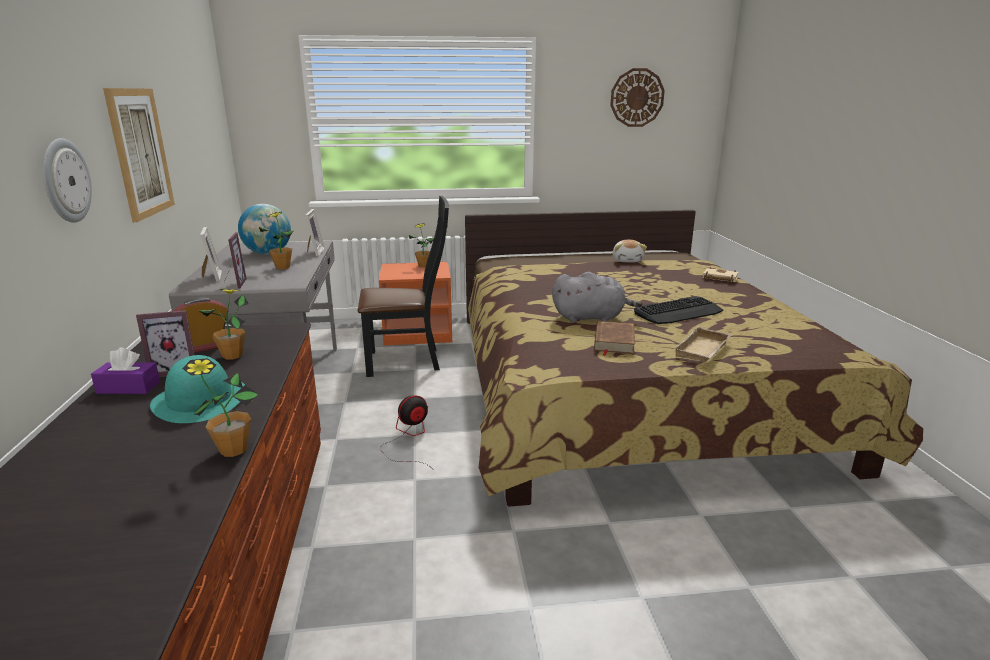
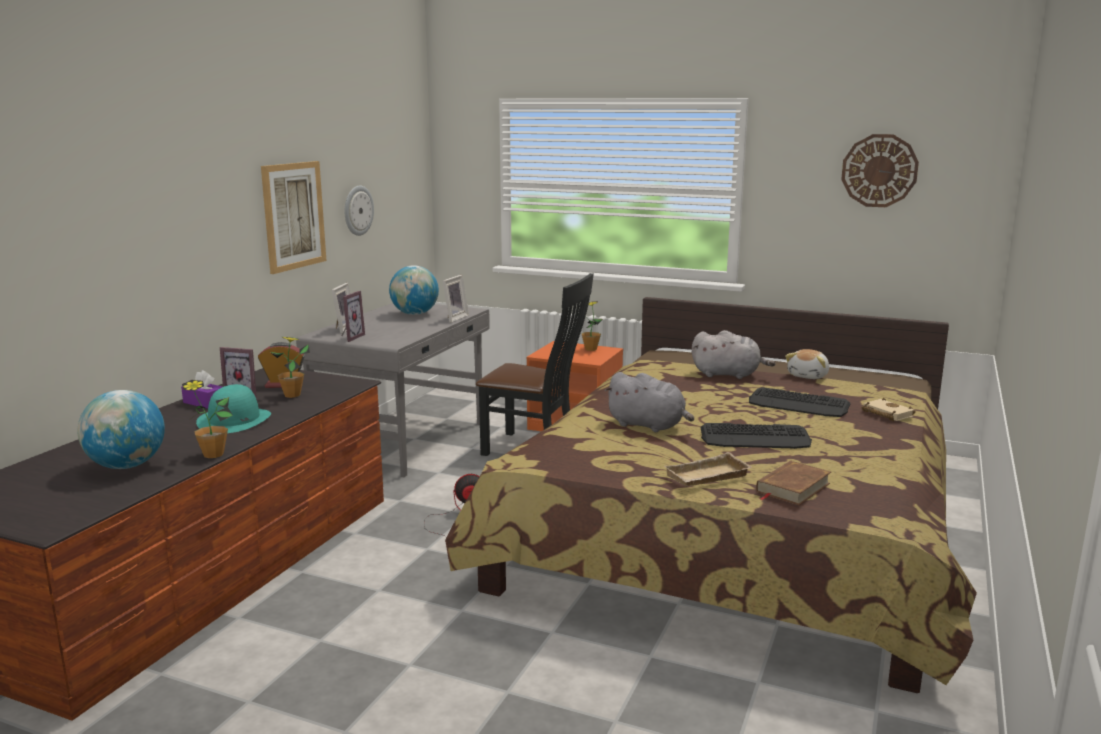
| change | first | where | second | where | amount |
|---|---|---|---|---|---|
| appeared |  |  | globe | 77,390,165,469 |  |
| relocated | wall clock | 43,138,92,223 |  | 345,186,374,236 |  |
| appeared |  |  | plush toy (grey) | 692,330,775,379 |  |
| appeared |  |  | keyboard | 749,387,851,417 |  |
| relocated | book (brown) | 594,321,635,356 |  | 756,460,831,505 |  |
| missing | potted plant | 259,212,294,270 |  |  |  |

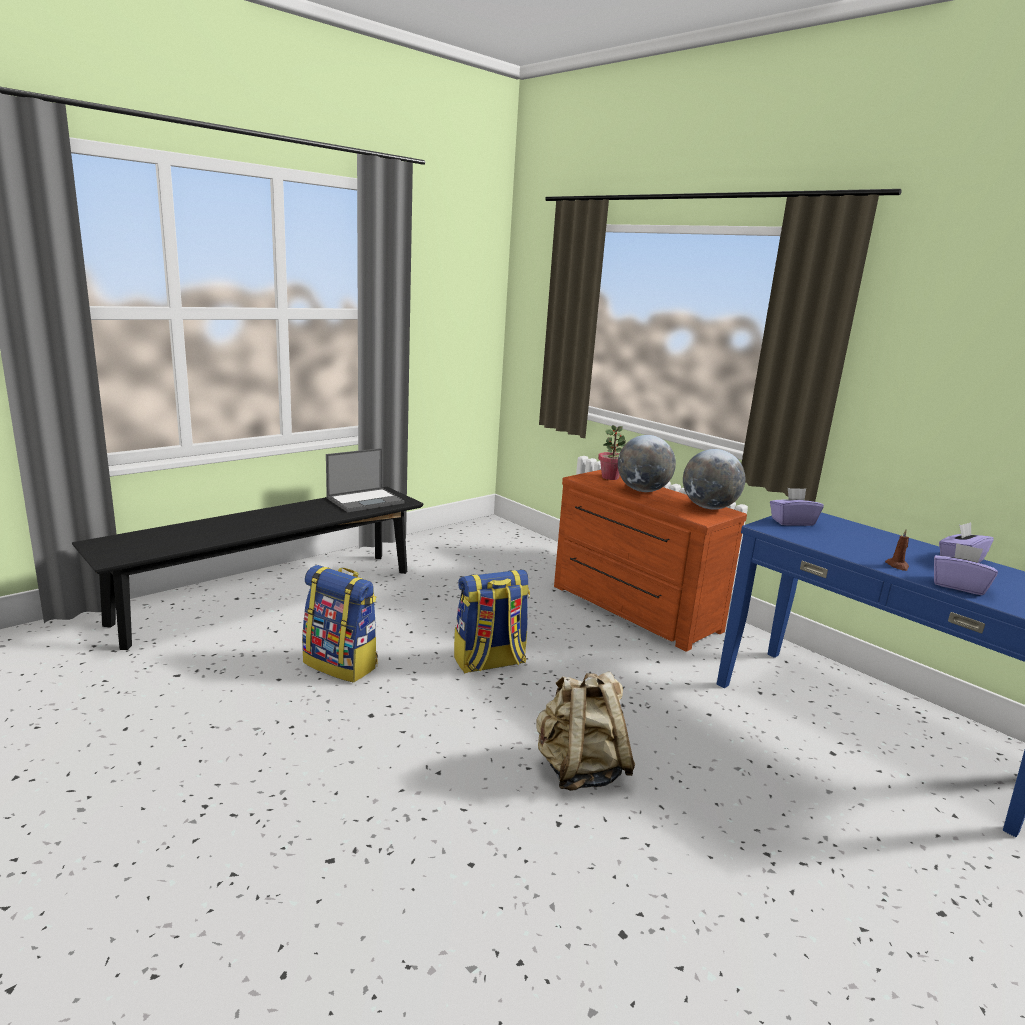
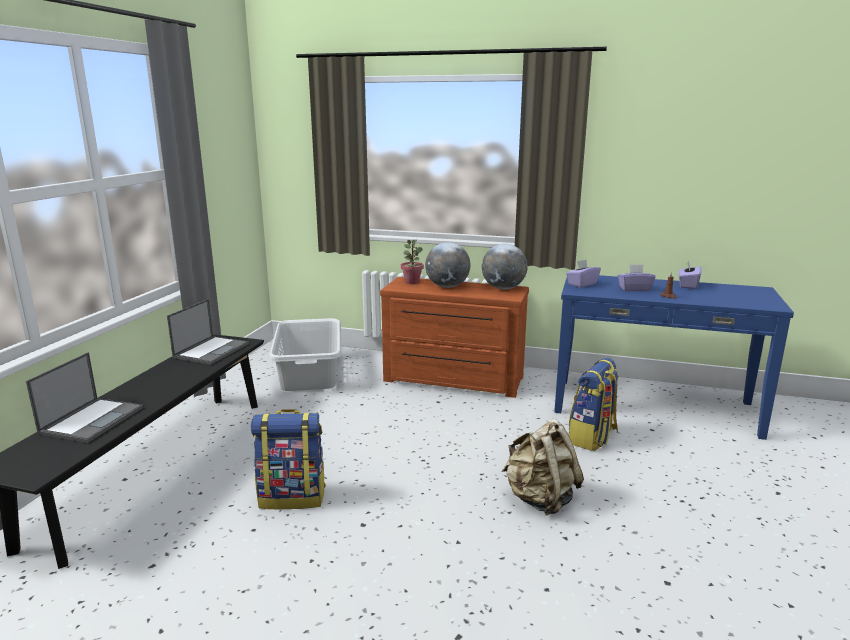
| change | first | where | second | where | amount |
|---|---|---|---|---|---|
| appeared |  |  | laptop | 26,352,143,443 |  |
| appeared |  |  | laundry basket (grey) | 269,318,341,391 |  |
| relocated | backpack | 454,570,530,674 |  | 569,358,619,451 |  |
| relocated | tissue box (purple) | 934,543,998,595 |  | 618,264,656,292 |  |

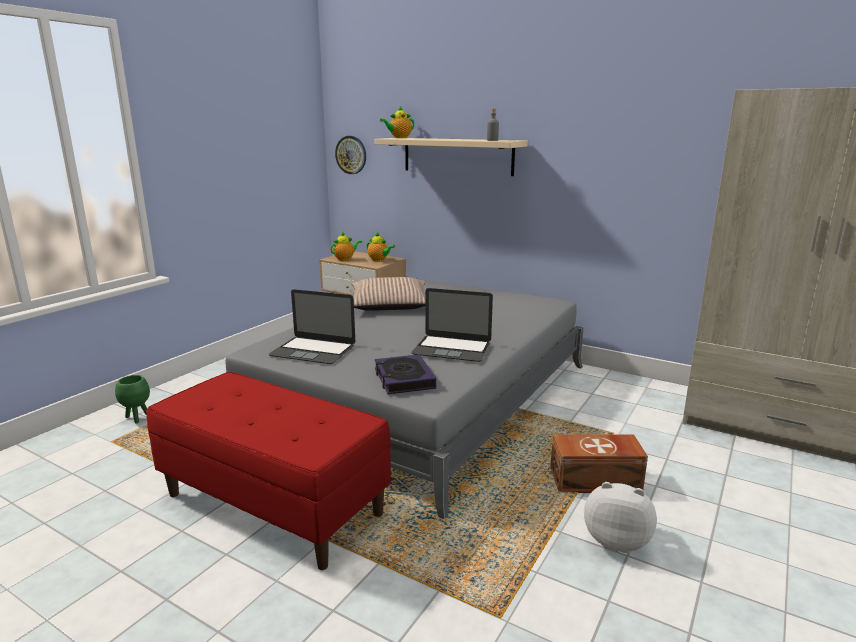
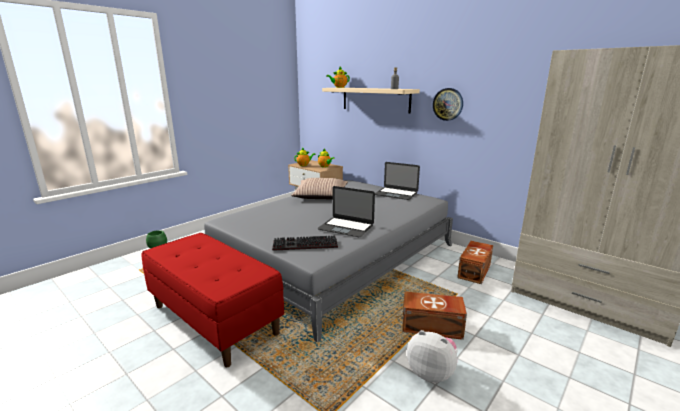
| change | first | where | second | where | amount |
|---|---|---|---|---|---|
| exchanged | book | 375,354,436,394 | keyboard | 272,236,338,251 |  |
| relocated | laptop | 269,289,355,364 |  | 375,162,420,200 |  |
| relocated | wall clock | 335,136,366,174 |  | 433,88,463,121 |  |
| appeared |  |  | storage box (brown) | 457,241,493,284 |  |

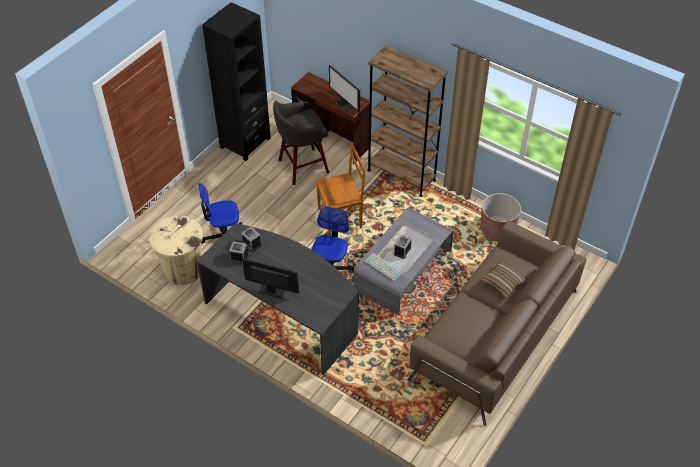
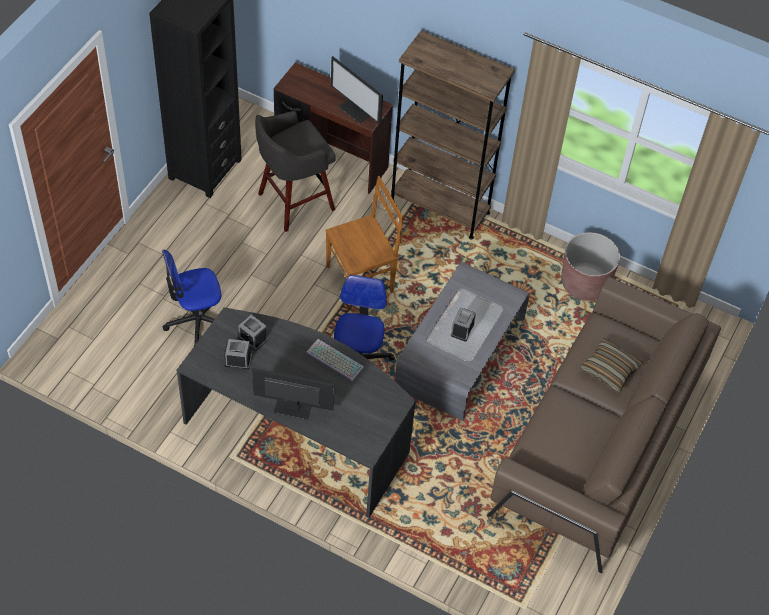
| change | first | where | second | where | amount |
|---|---|---|---|---|---|
| relocated | keyboard | 365,253,402,281 |  | 306,339,364,381 |  |
| missing | trash can (beige) | 149,215,203,285 |  |  |  |

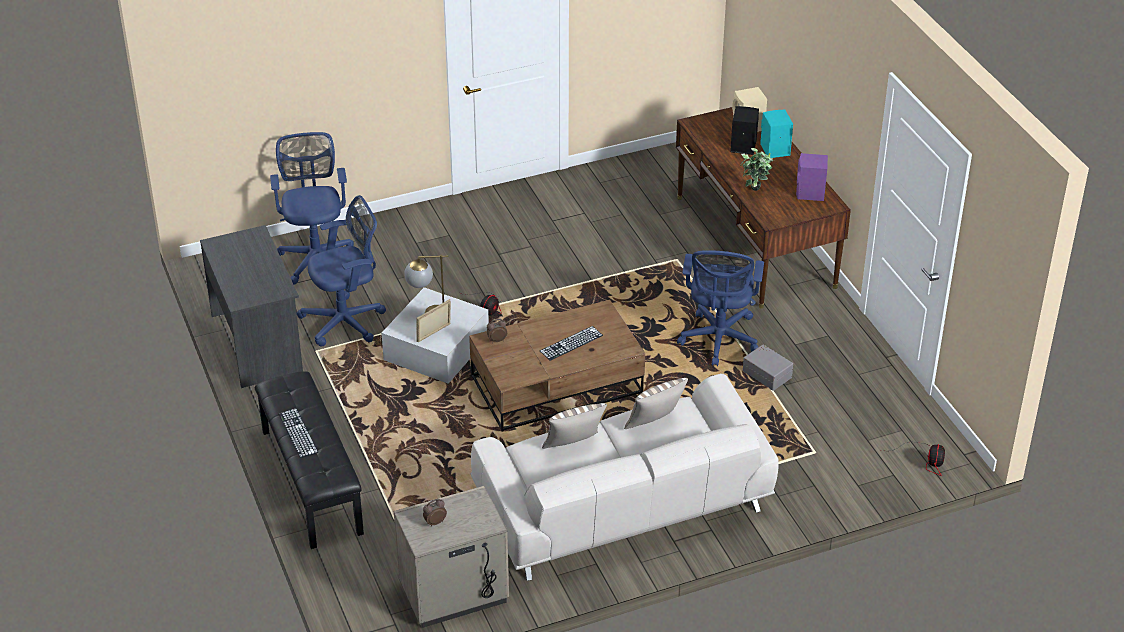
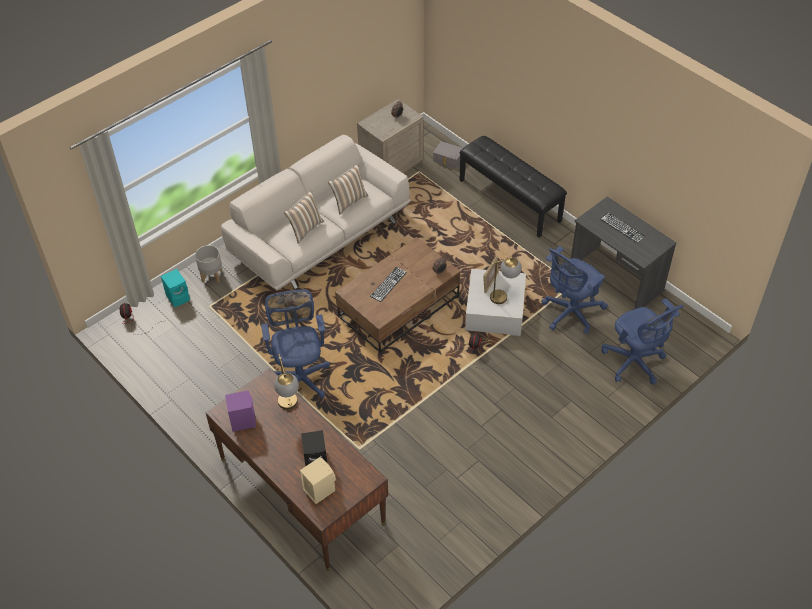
| change | first | where | second | where | amount |
|---|---|---|---|---|---|
| relocated | speaker (turquoise) | 760,110,793,158 |  | 161,269,190,307 |  |
| appeared |  |  | planter (grey) | 195,245,222,283 |  |
| exchanged | potted plant | 740,148,774,191 | table lamp | 274,354,299,410 |  |
| relocated | storage box (grey) | 743,345,793,391 |  | 433,141,463,169 |  |
| relocated | keyboard | 279,409,319,458 |  | 600,213,645,243 |  |

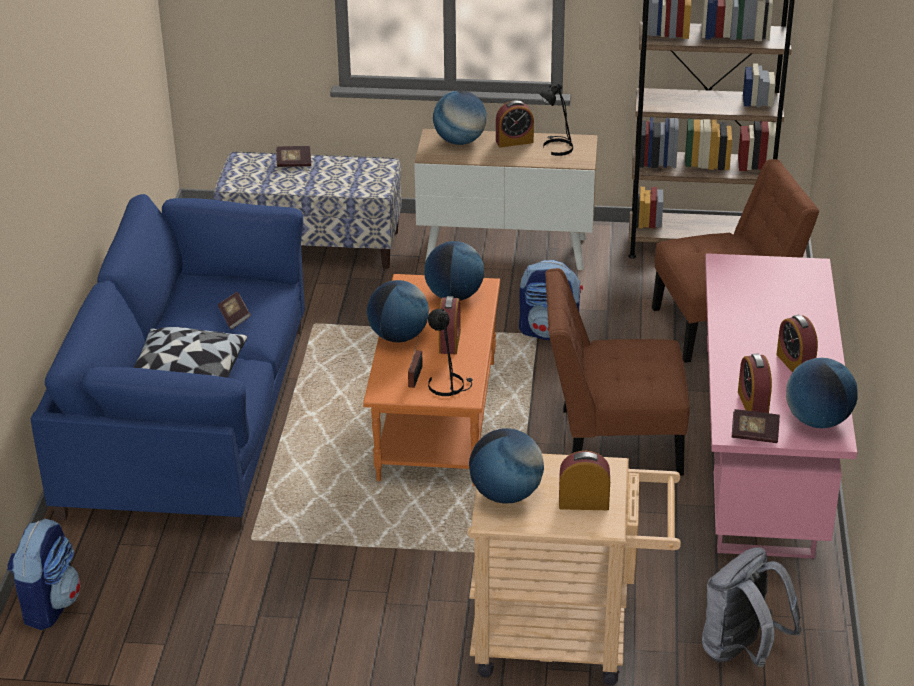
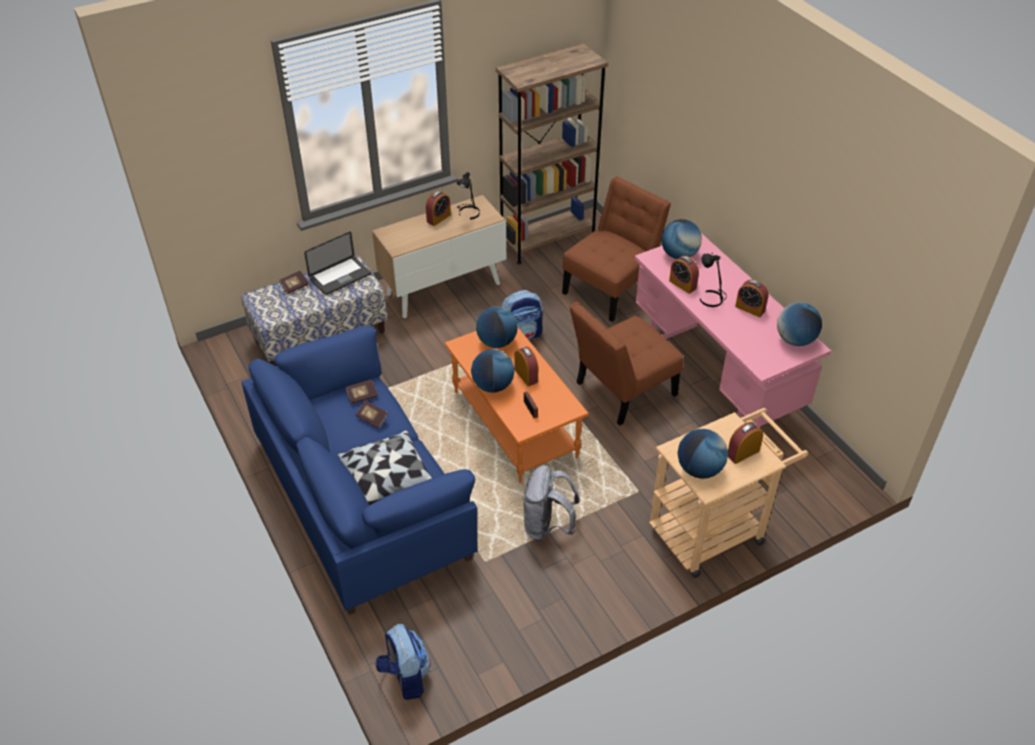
| change | first | where | second | where | amount |
|---|---|---|---|---|---|
| appeared |  |  | laptop | 304,232,371,295 |  |
| relocated | book | 732,409,780,443 |  | 345,379,378,404 |  |
| relocated | backpack (grey) | 702,547,802,667 |  | 523,465,579,541 |  |
| relocated | globe | 433,90,487,145 |  | 661,219,702,259 |  |
| relocated | alarm clock | 738,354,772,413 |  | 669,256,699,294 |  |
| relocated | table lamp (black) | 428,308,473,396 |  | 700,253,727,307 |  |

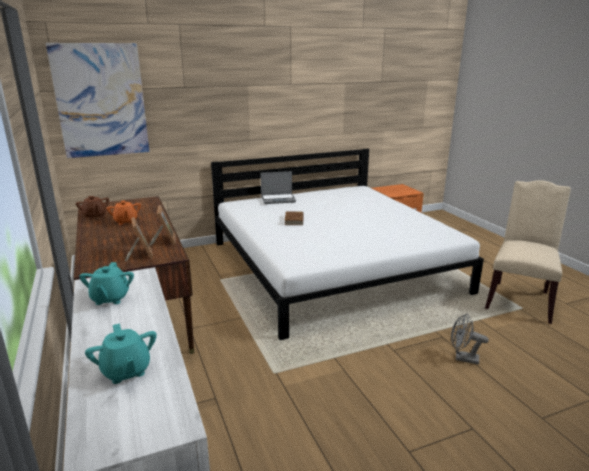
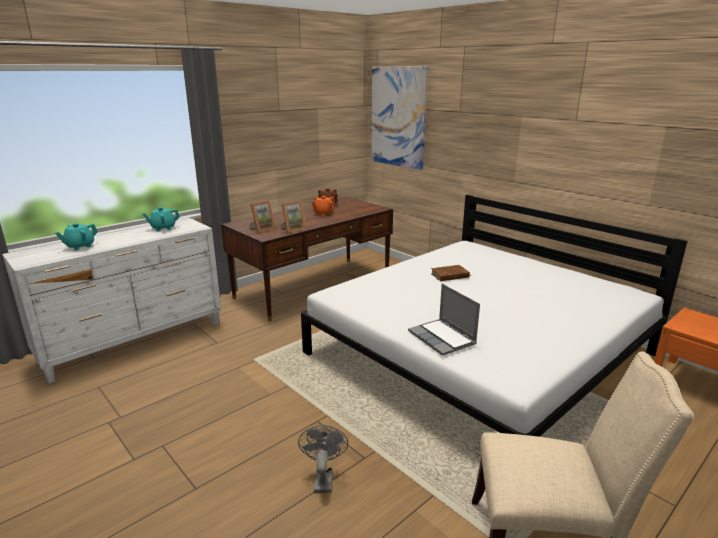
| change | first | where | second | where | amount |
|---|---|---|---|---|---|
| relocated | laptop | 261,171,296,204 |  | 408,284,480,356 |  |

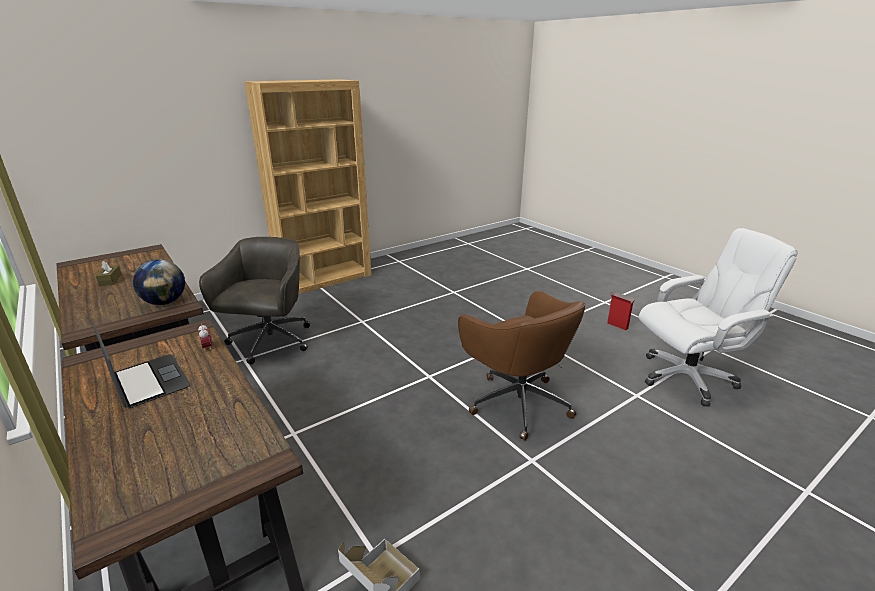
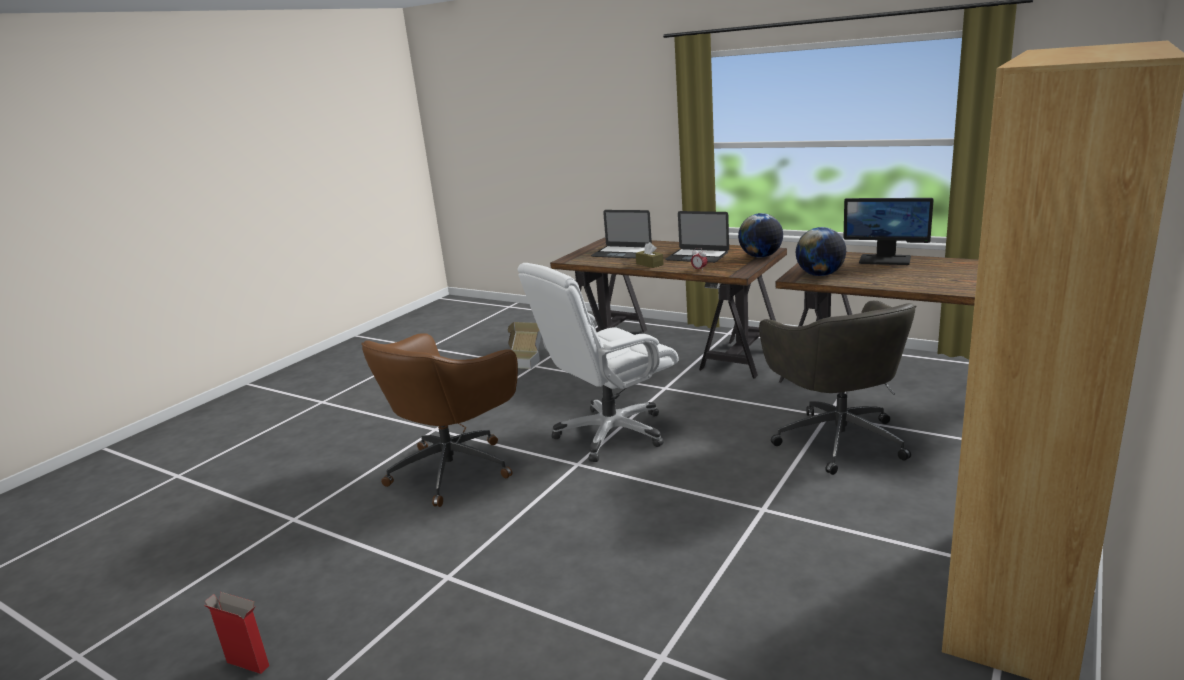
| change | first | where | second | where | amount |
|---|---|---|---|---|---|
| spun | office chair (brown) | 458,291,586,441 |  | 361,333,518,507 | 90 degrees counterclockwise |
| relocated | office chair (white) | 639,228,798,406 |  | 518,263,679,462 |  |
| appeared |  |  | laptop | 591,210,652,258 |  |
| relocated | tissue box (brown) | 96,261,122,286 |  | 636,242,664,268 |  |
| appeared |  |  | globe | 738,213,783,258 |  |
| appeared |  |  | monitor | 844,198,934,265 |  |

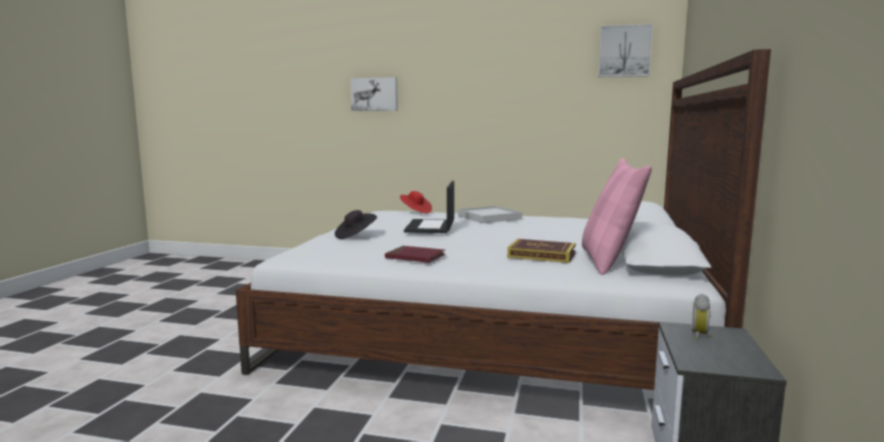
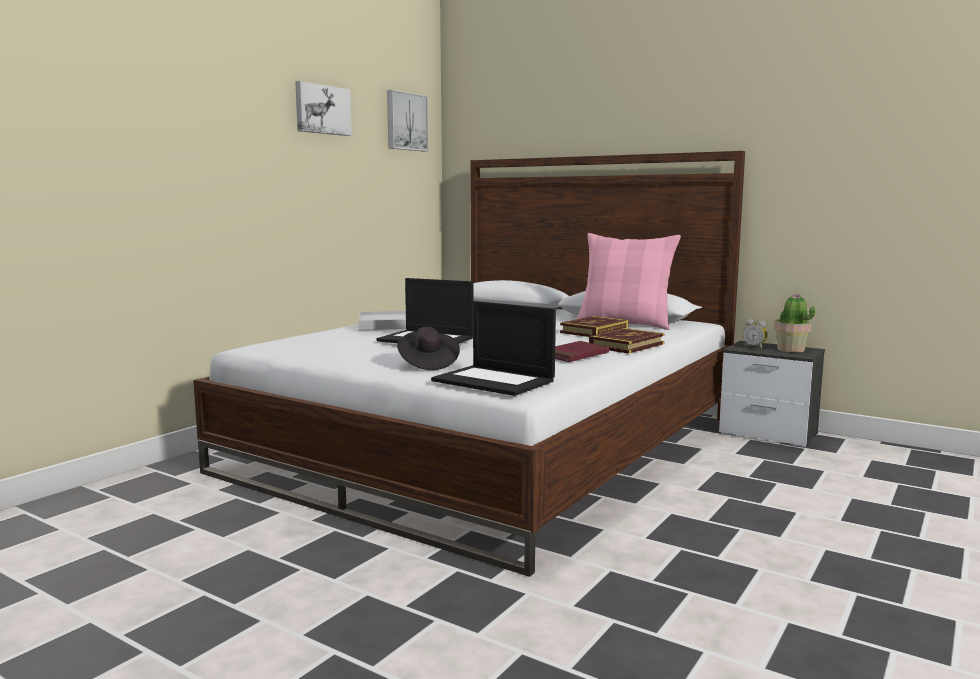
| change | first | where | second | where | amount |
|---|---|---|---|---|---|
| relocated | picture | 350,77,398,111 |  | 295,81,352,136 |  |
| appeared |  |  | laptop | 431,301,556,396 |  |
| appeared |  |  | book | 589,328,665,354 |  |
| appeared |  |  | potted plant | 774,293,816,352 |  |
| missing | hat (red) | 400,191,432,214 |  |  |  |

